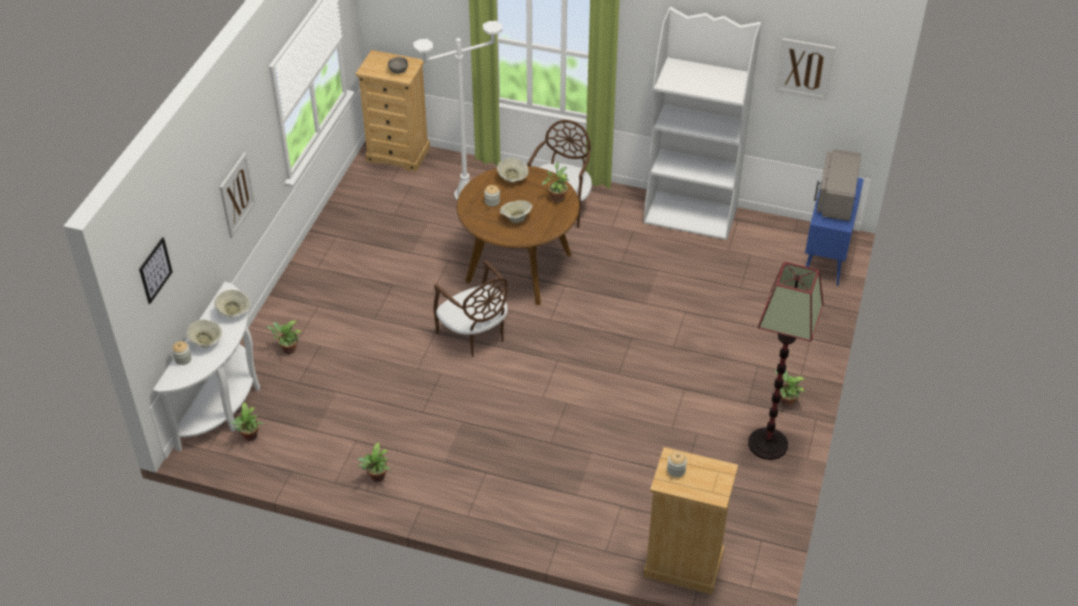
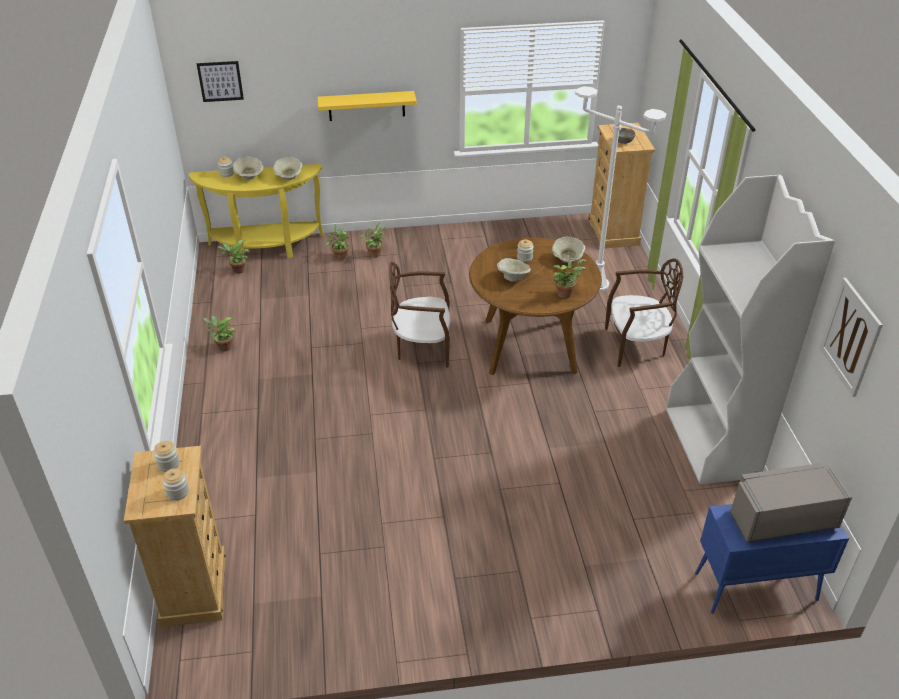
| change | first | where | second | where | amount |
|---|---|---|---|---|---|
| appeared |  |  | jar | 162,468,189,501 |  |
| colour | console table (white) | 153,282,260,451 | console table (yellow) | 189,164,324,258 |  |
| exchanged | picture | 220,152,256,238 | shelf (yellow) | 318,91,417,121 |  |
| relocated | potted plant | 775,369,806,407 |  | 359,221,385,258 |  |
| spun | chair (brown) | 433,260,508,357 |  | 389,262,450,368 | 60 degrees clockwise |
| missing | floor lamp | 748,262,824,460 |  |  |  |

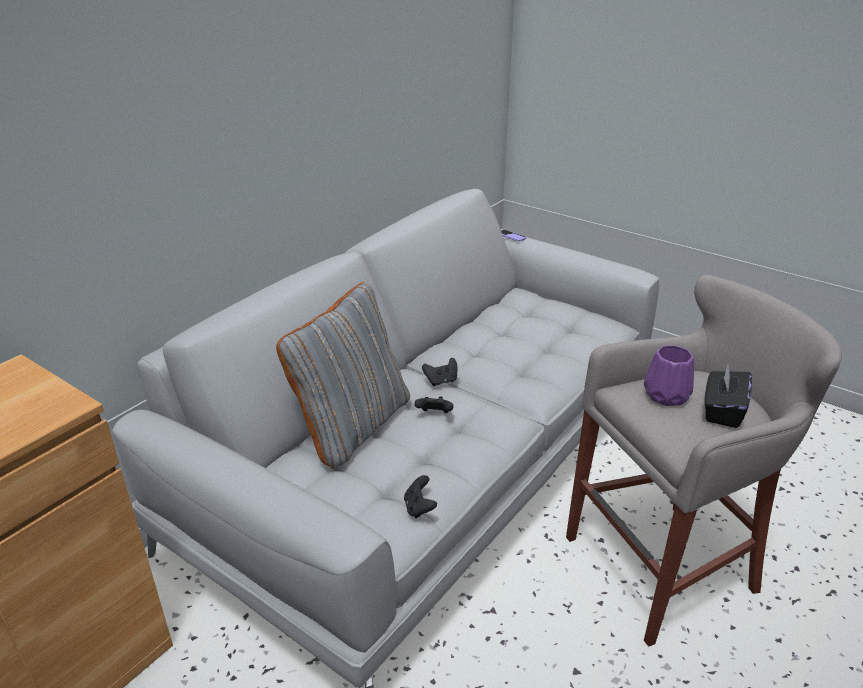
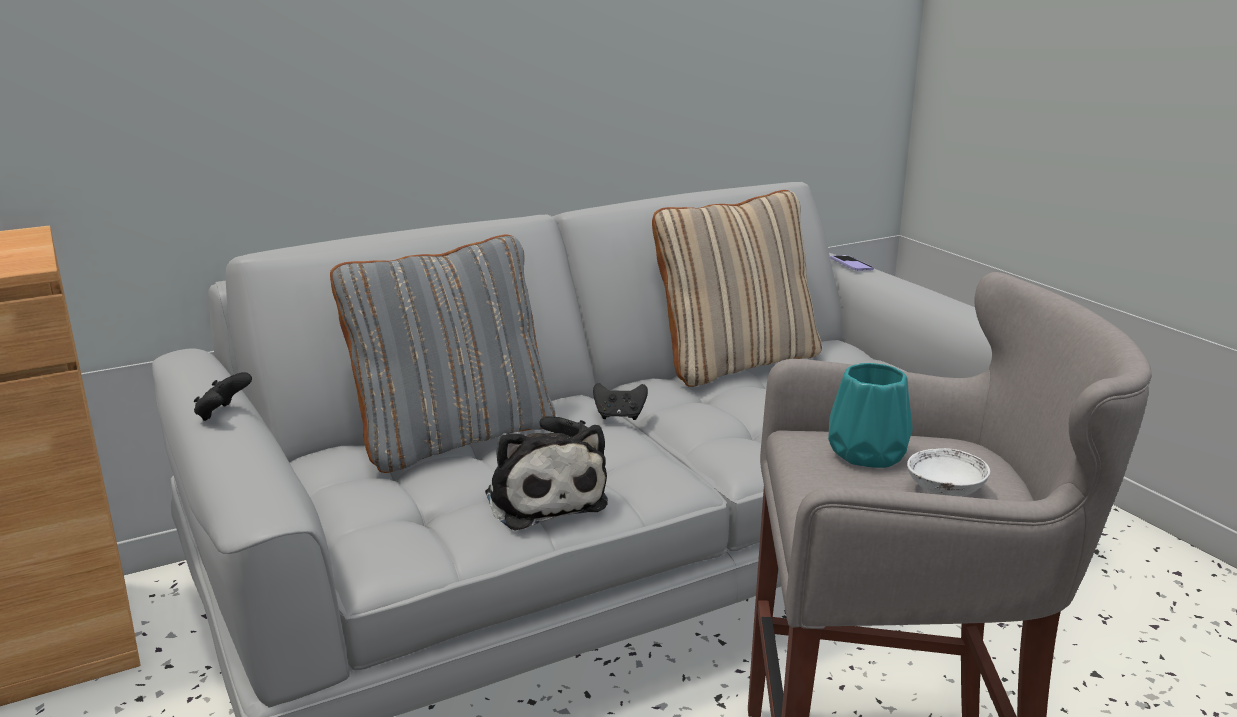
| change | first | where | second | where | amount |
|---|---|---|---|---|---|
| relocated | game controller (black) | 404,475,437,518 |  | 194,372,252,421 |  |
| appeared |  |  | plush toy | 485,425,608,530 |  |
| appeared |  |  | pillow (beige) | 652,190,822,387 |  |
| colour | vase (purple) | 644,345,694,406 | vase (turquoise) | 828,363,913,468 |  |
| exchanged | tissue box (black) | 705,365,752,428 | bowl (white) | 907,448,990,496 |  |

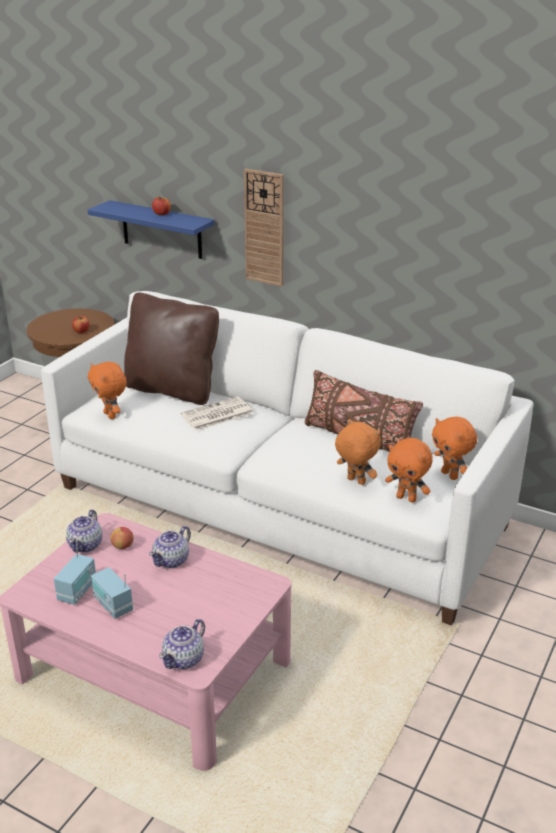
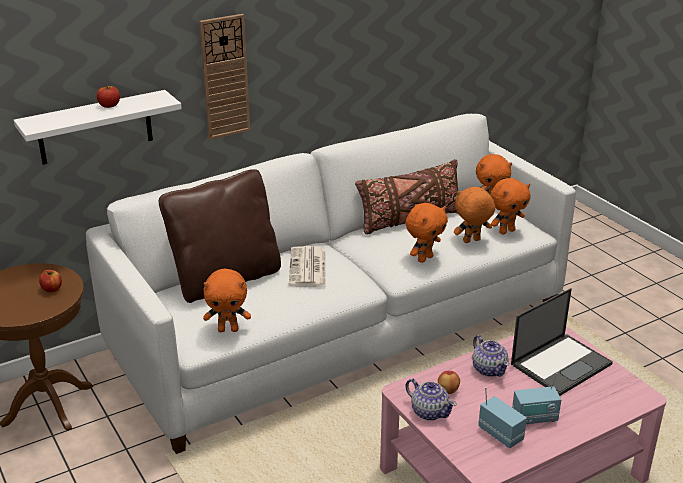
| change | first | where | second | where | amount |
|---|---|---|---|---|---|
| colour | shelf (blue) | 87,200,214,259 | shelf (white) | 14,90,182,165 |  |
| appeared |  |  | plush toy (orange) | 405,203,448,263 |  |
| appeared |  |  | laptop | 511,288,613,396 |  |
| missing | teapot | 159,619,205,669 |  |  |  |

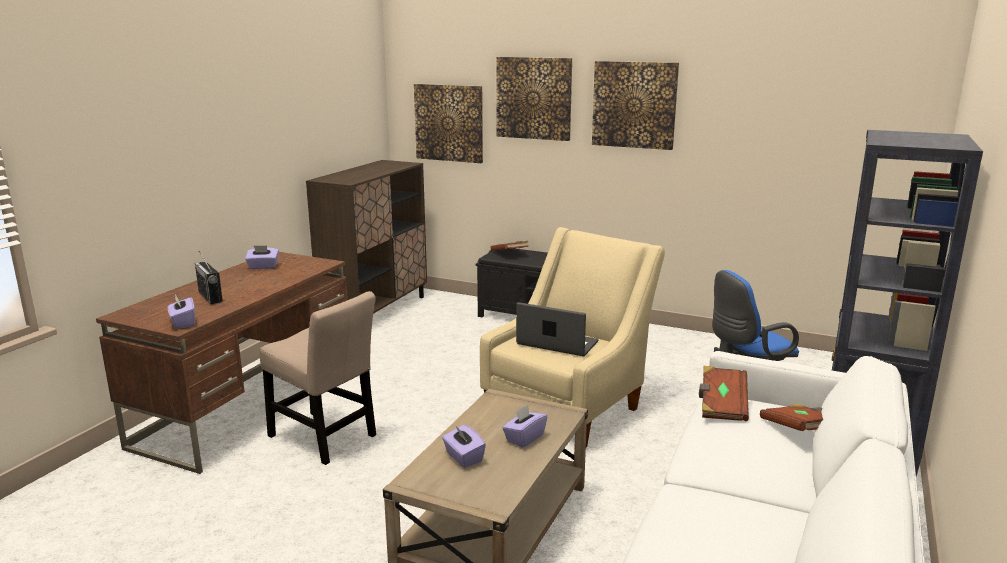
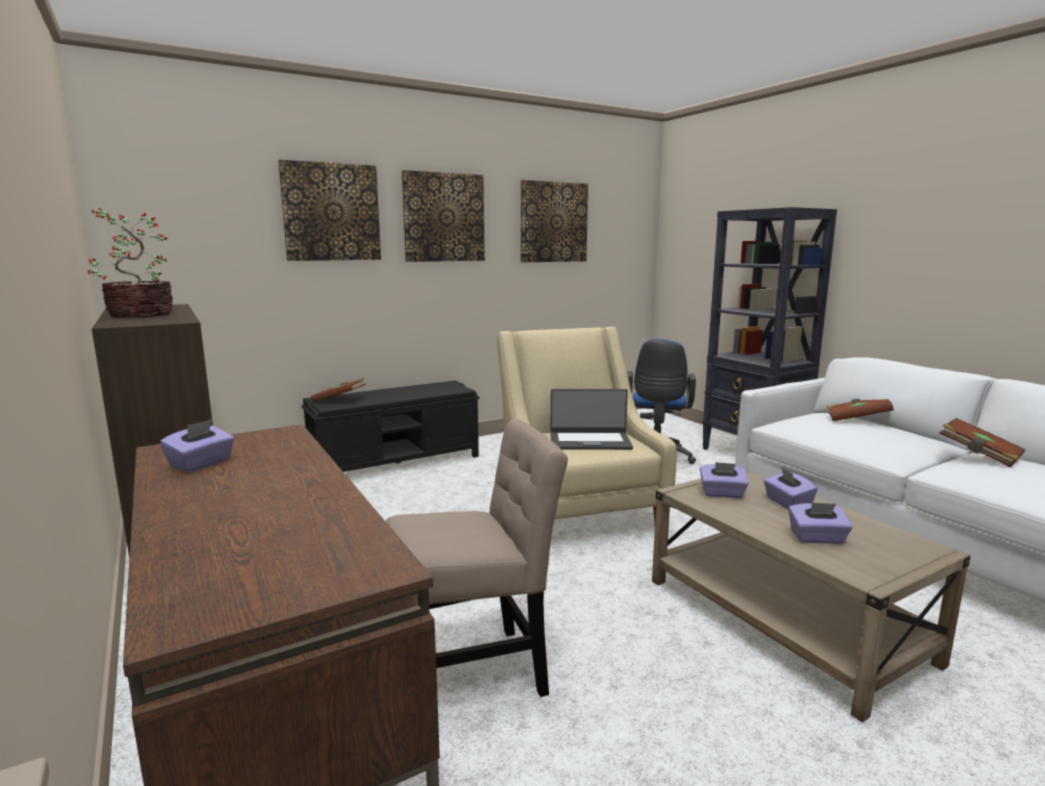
| change | first | where | second | where | amount |
|---|---|---|---|---|---|
| appeared |  |  | potted plant | 87,208,173,318 |  |
| relocated | picture | 414,84,483,163 |  | 520,180,588,262 |  |
| spun | laptop | 516,302,598,356 |  | 550,389,633,450 | 150 degrees counterclockwise |
| relocated | tissue box (purple) | 168,294,195,329 |  | 700,462,749,498 |  |
| relocated | book (brown) | 699,366,749,421 |  | 939,418,1026,467 |  |
| missing | radio | 195,251,223,304 |  |  |  |

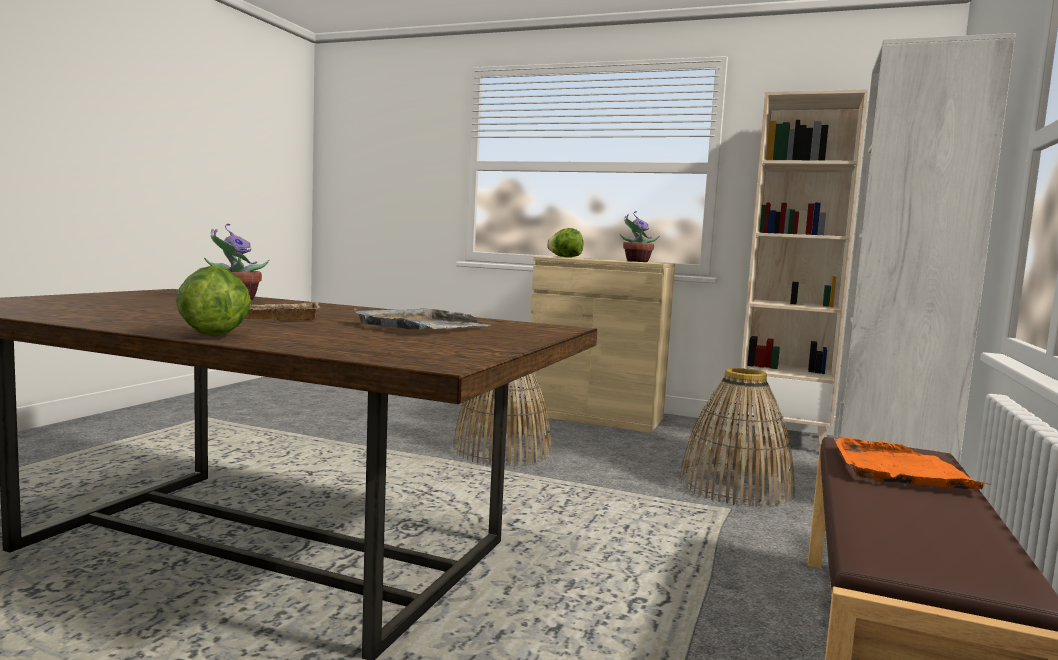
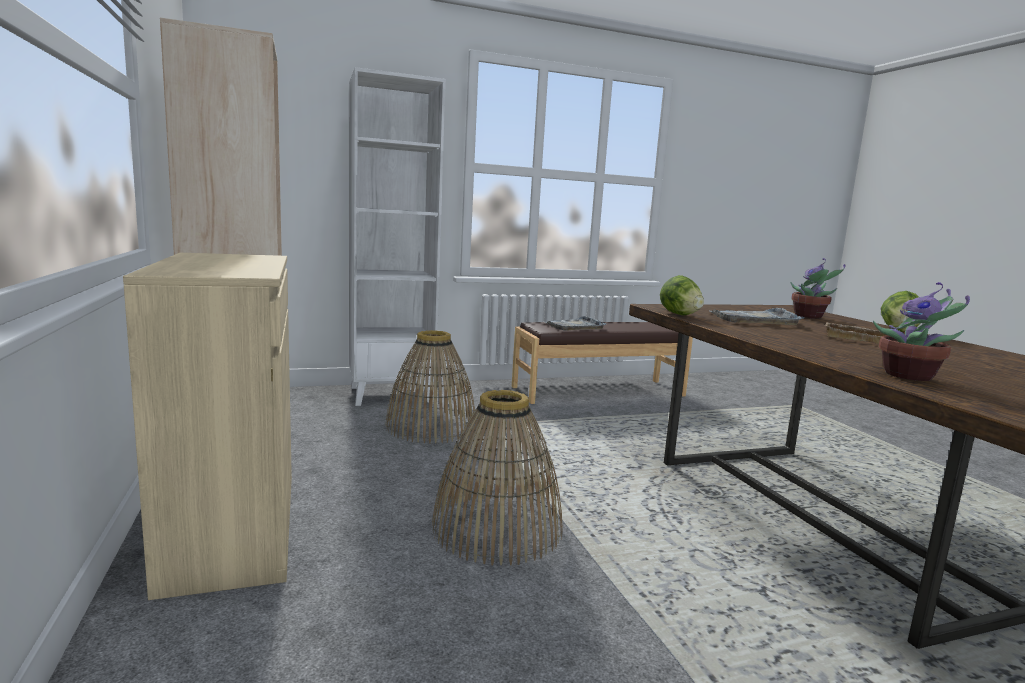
| change | first | where | second | where | amount |
|---|---|---|---|---|---|
| colour | tray (orange) | 834,437,991,489 | tray (grey) | 544,316,606,331 |  |
| relocated | lettuce | 547,228,583,257 |  | 660,275,704,315 |  |
| relocated | potted plant | 620,211,660,262 |  | 790,258,845,319 |  |

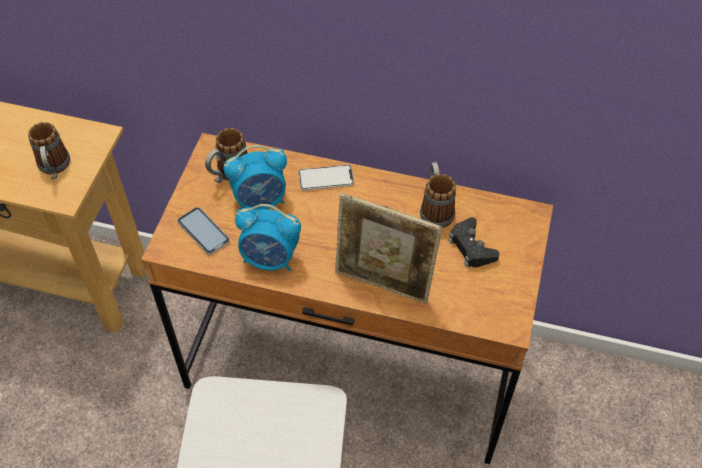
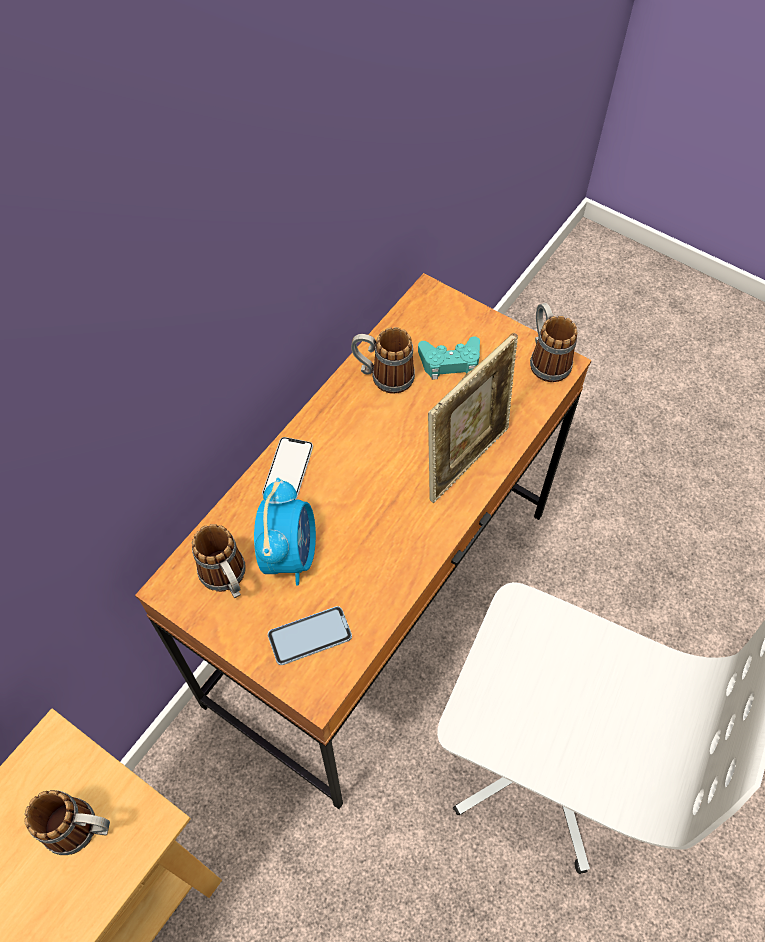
| change | first | where | second | where | amount |
|---|---|---|---|---|---|
| colour | game controller (black) | 448,217,500,267 | game controller (turquoise) | 418,336,480,380 |  |
| appeared |  |  | mug | 530,303,578,382 |  |
| missing | alarm clock | 235,204,301,271 |  |  |  |

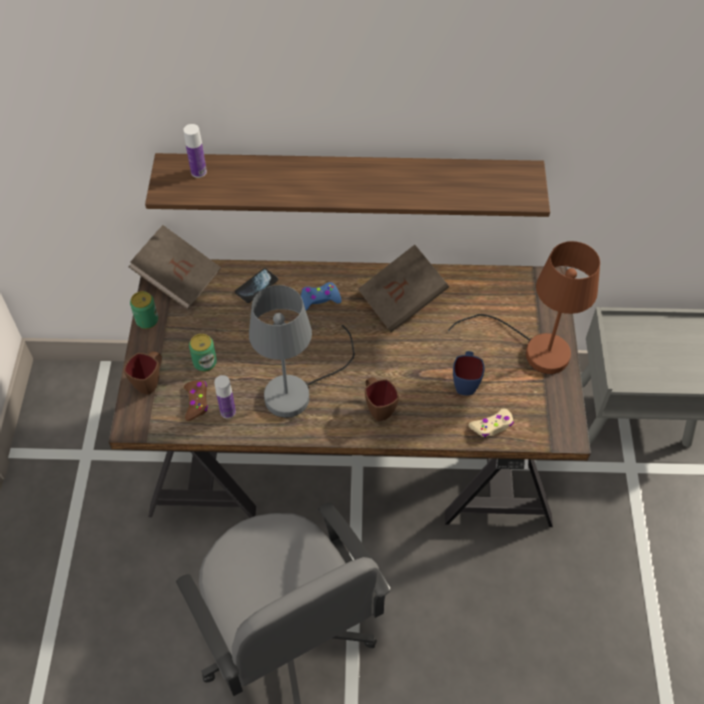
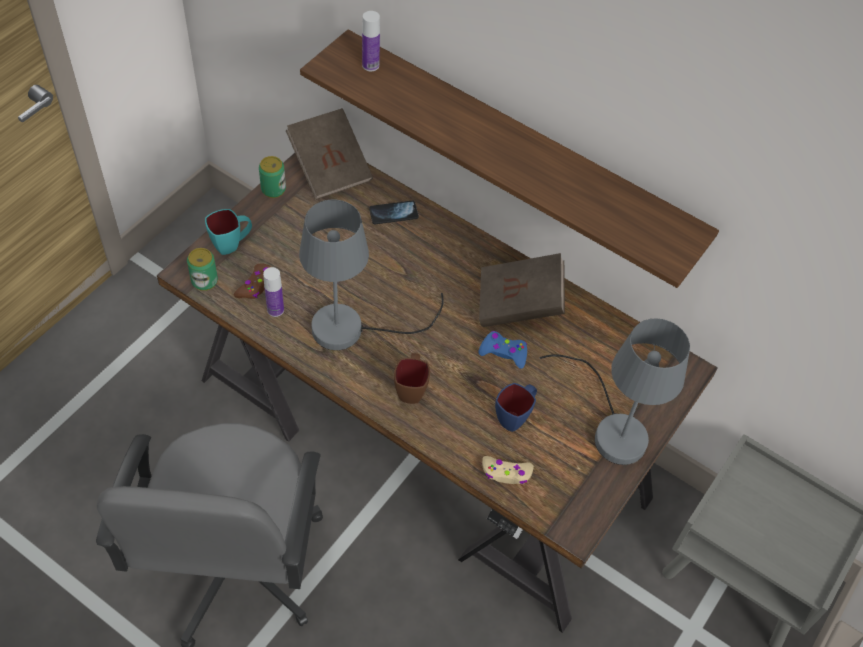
| change | first | where | second | where | amount |
|---|---|---|---|---|---|
| relocated | can | 189,334,217,372 |  | 187,248,218,291 |  |
| colour | mug (brown) | 124,351,162,395 | mug (turquoise) | 205,209,252,255 |  |
| relocated | game controller (blue) | 301,282,341,310 |  | 478,331,527,369 |  |
| colour | table lamp (brown) | 448,241,600,374 | table lamp (grey) | 540,318,690,465 |  |

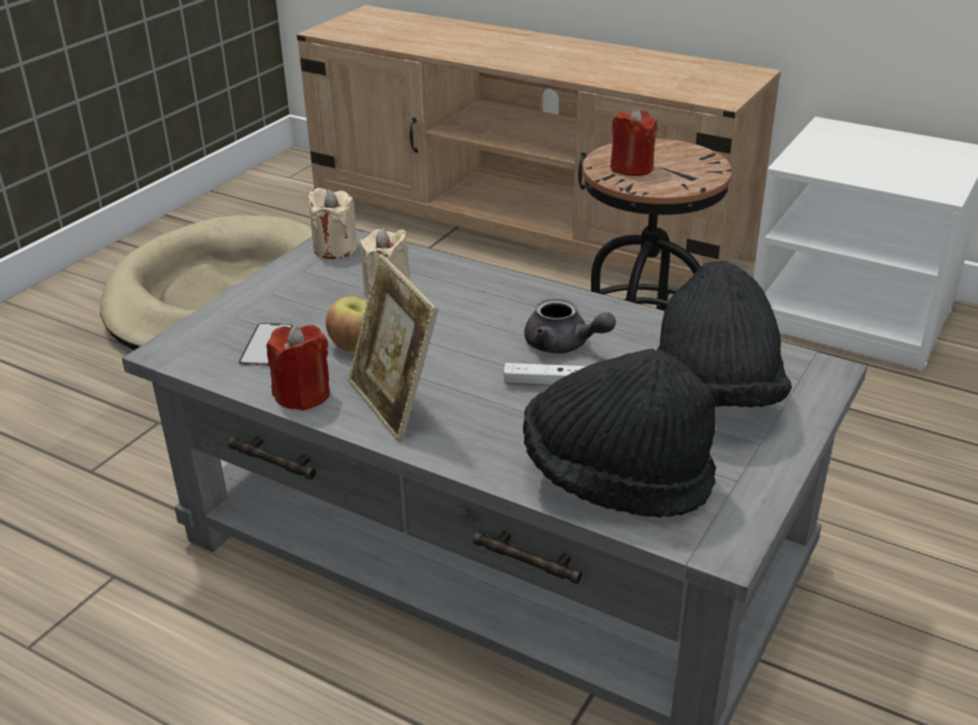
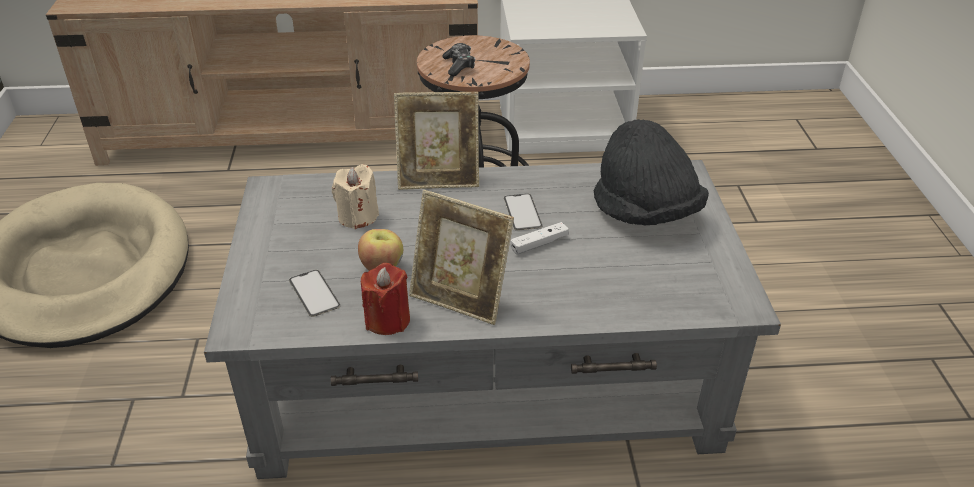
| change | first | where | second | where | amount |
|---|---|---|---|---|---|
| appeared |  |  | picture frame | 394,92,479,190 |  |
| exchanged | candle (red) | 610,108,658,176 | game controller | 443,43,475,76 |  |
| exchanged | teapot (grey) | 524,298,616,353 | phone | 504,194,542,231 |  |
| missing | candle (beige) | 308,188,358,259 |  |  |  |
| missing | hat (black) | 523,349,716,517 |  |  |  |

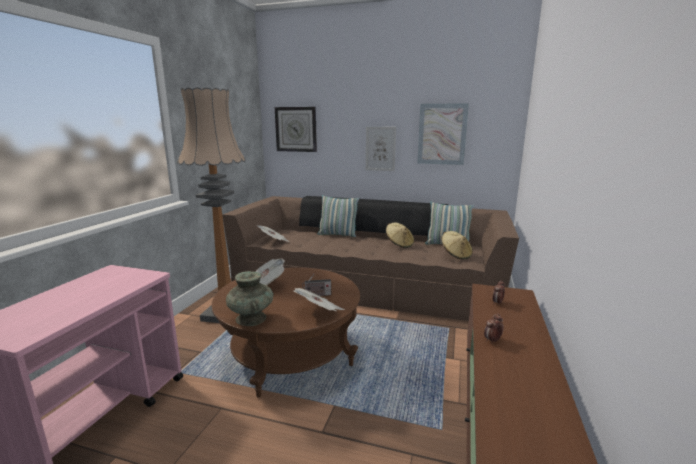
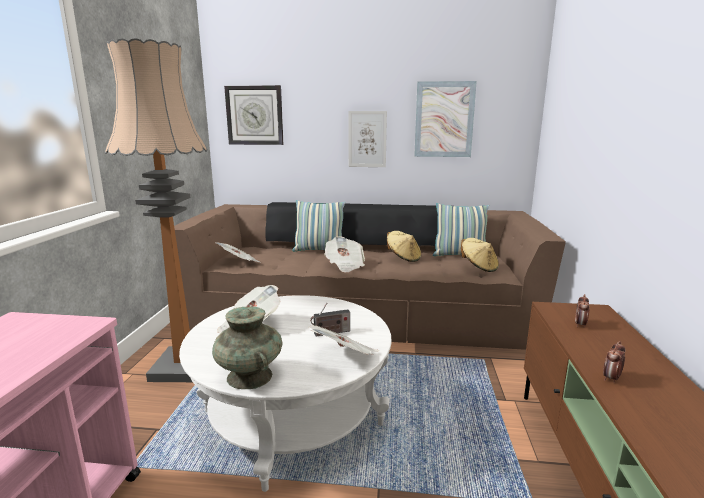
| change | first | where | second | where | amount |
|---|---|---|---|---|---|
| colour | coffee table (brown) | 211,267,360,398 | coffee table (white) | 179,295,392,492 |  |
| appeared |  |  | newspaper | 324,236,365,273 |  |

